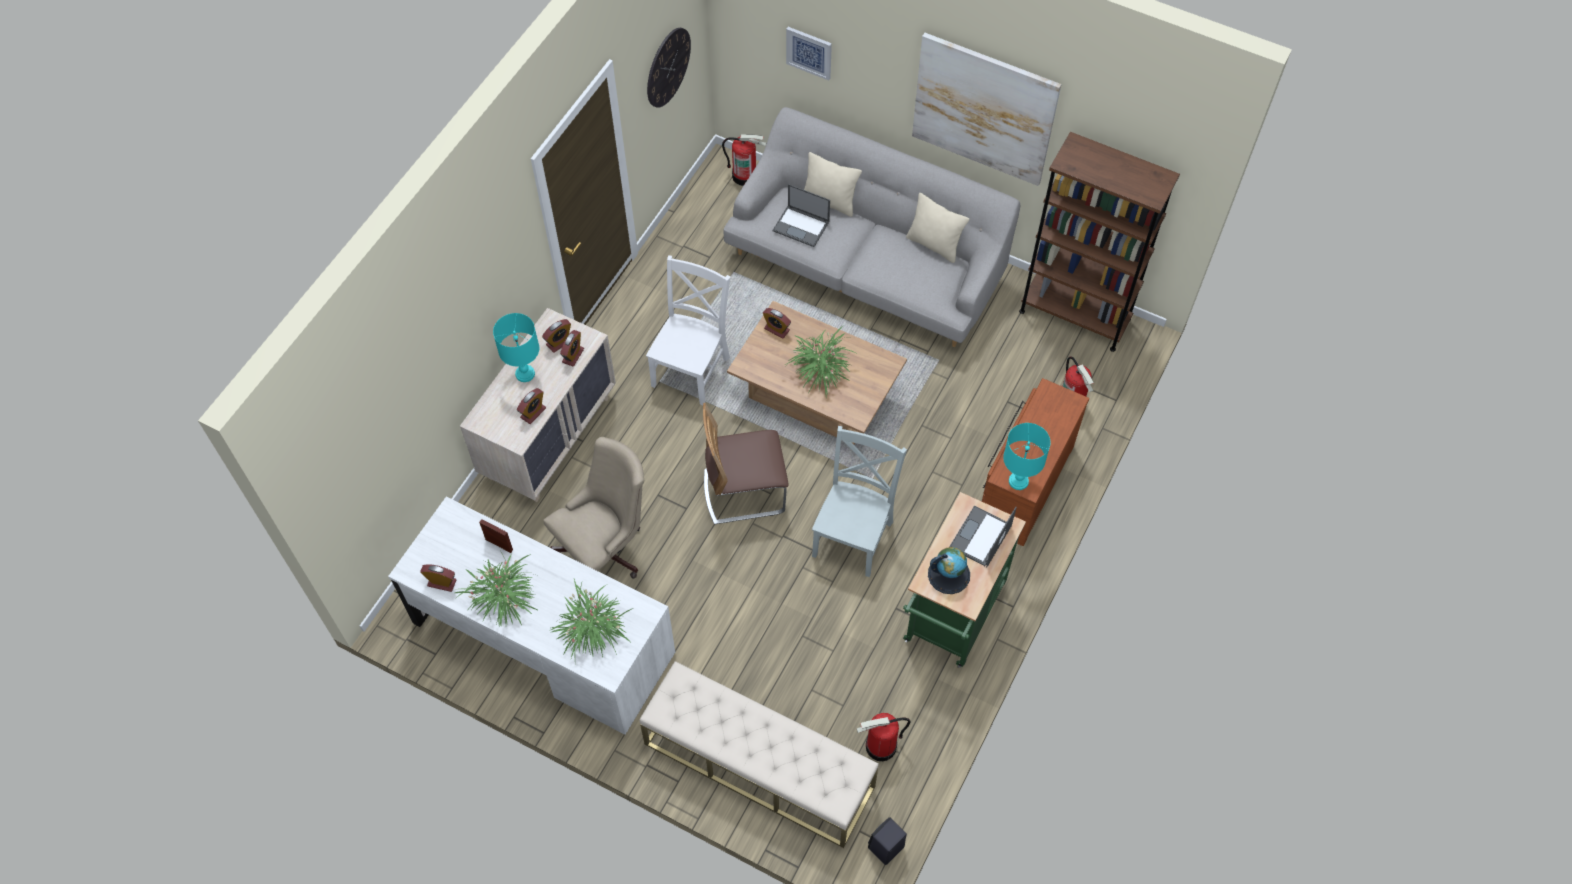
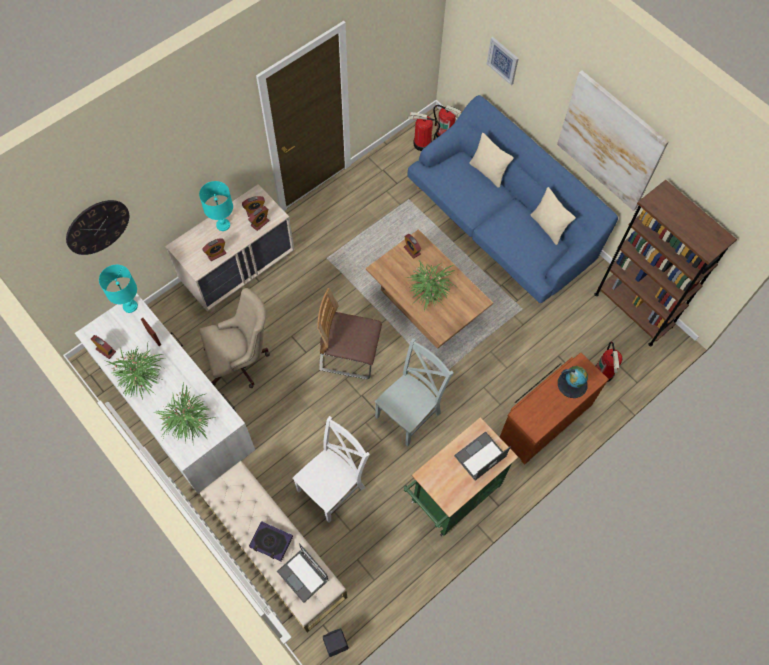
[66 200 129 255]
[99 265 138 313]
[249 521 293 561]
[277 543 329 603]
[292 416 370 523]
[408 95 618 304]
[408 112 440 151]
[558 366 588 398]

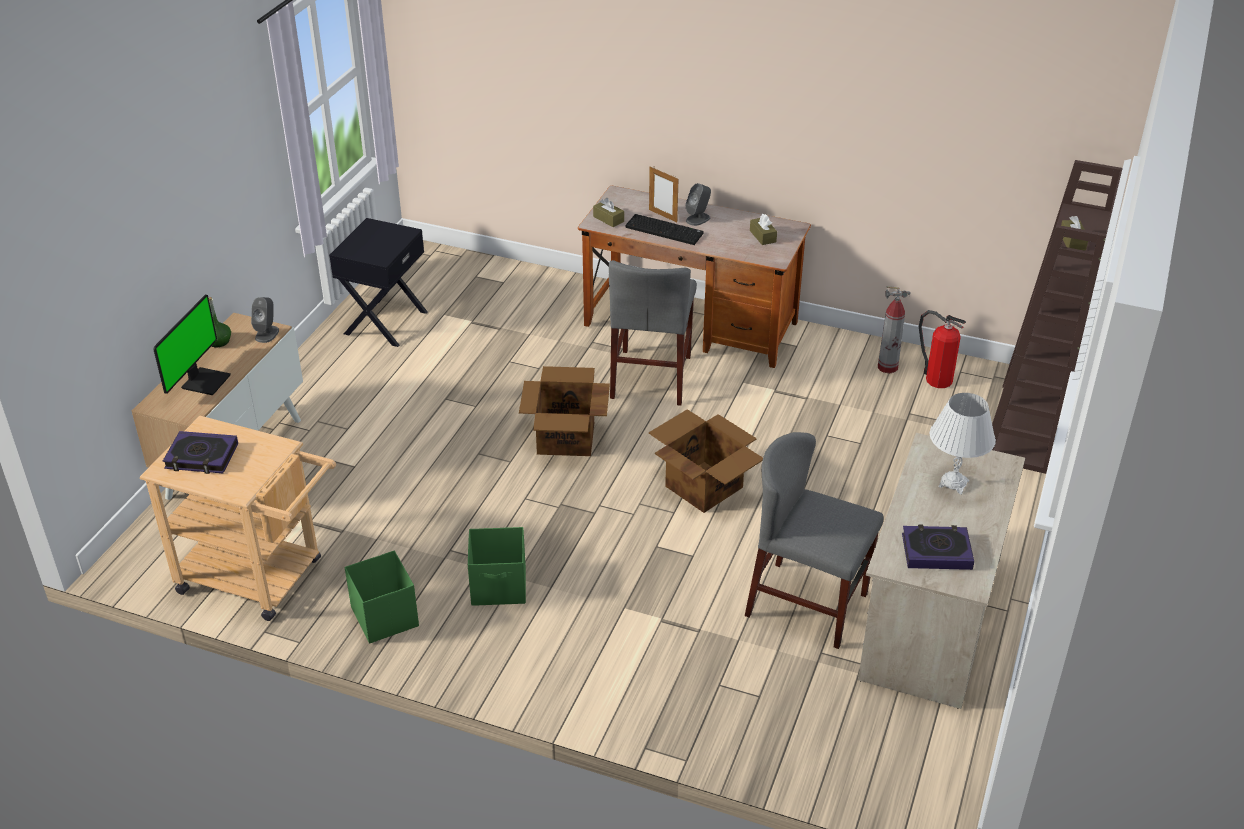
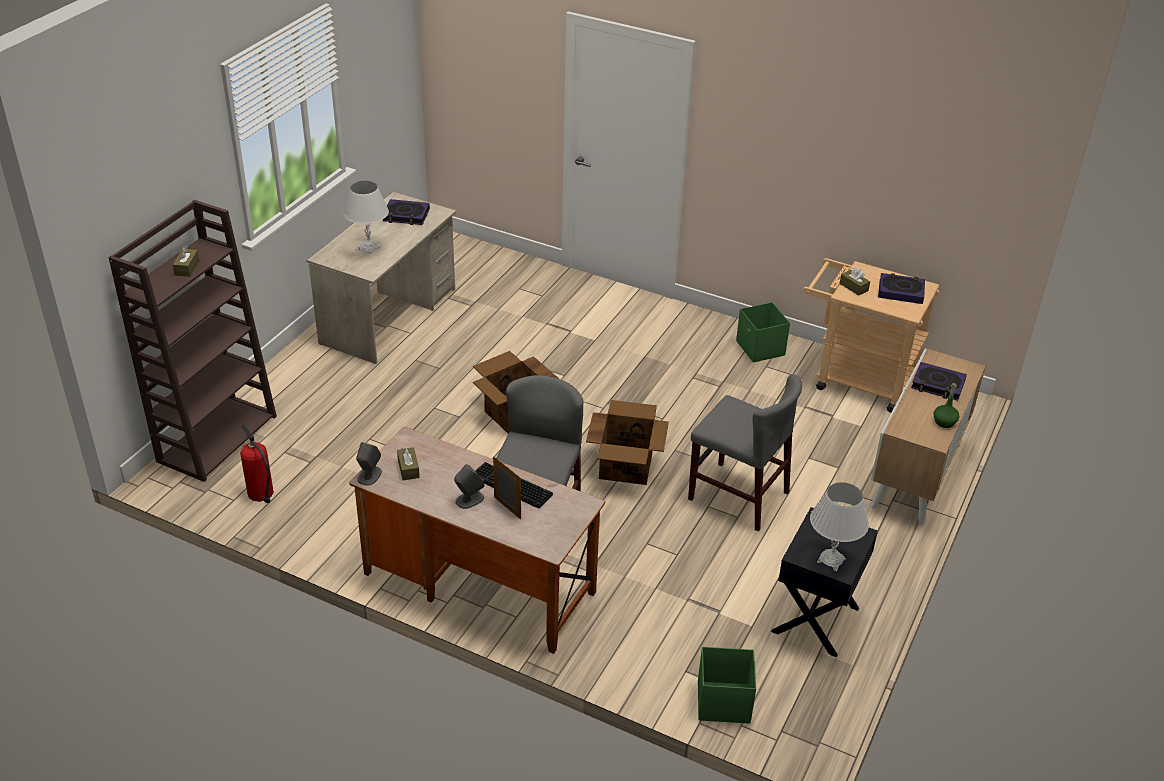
[356 442 382 485]
[688 374 802 531]
[698 647 756 723]
[810 482 869 571]
[840 267 870 295]
[911 362 967 401]
[878 286 911 373] (first image)

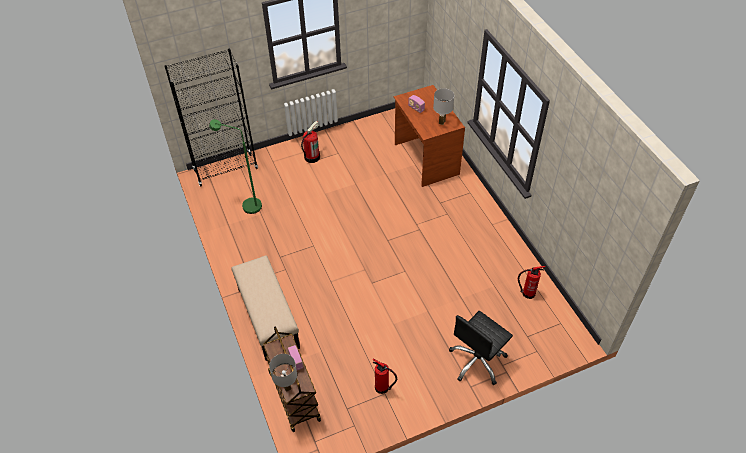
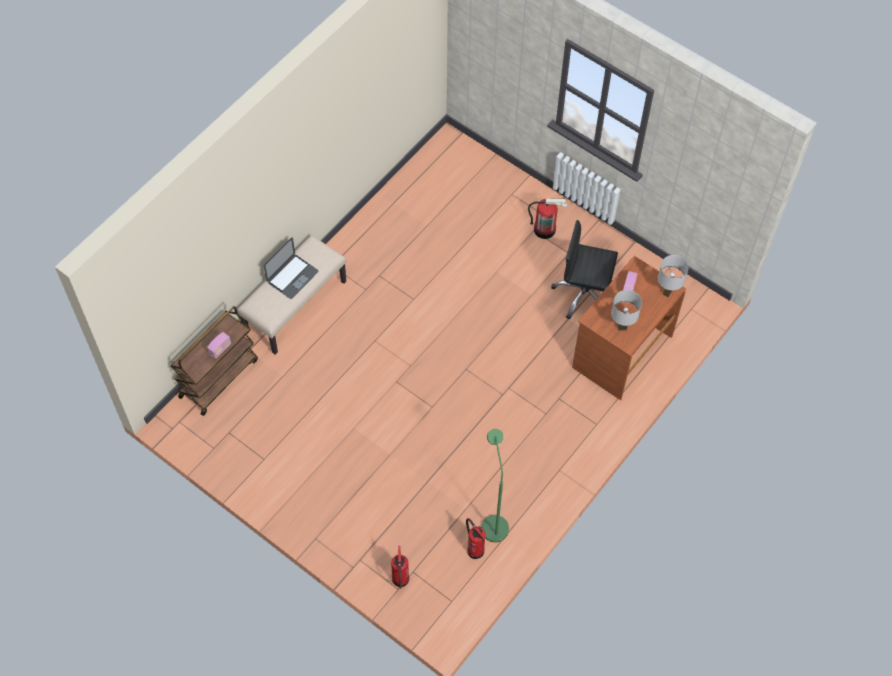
[264 237 319 299]
[391 546 409 589]
[481 429 509 542]
[551 220 618 320]
[658 255 689 297]
[164 49 258 186] (first image)

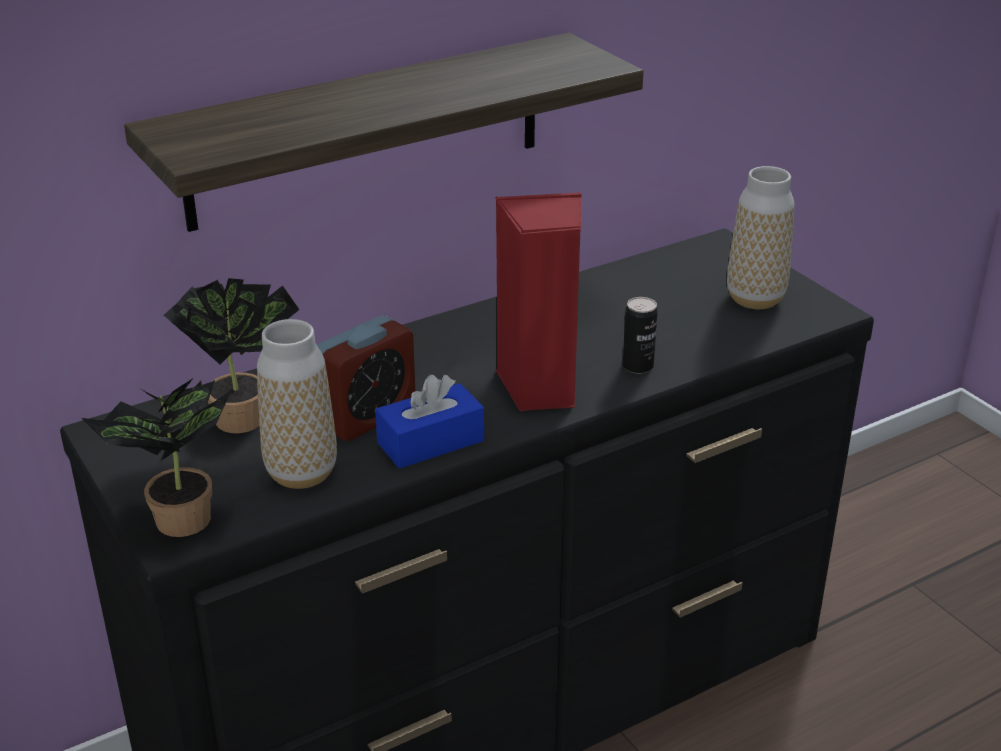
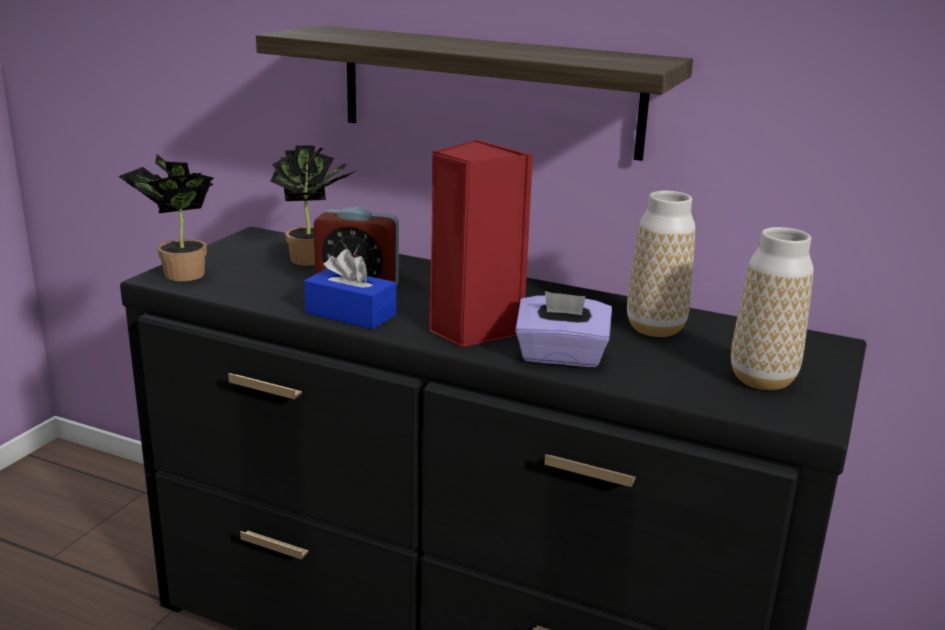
[515 291 612 367]
[627 191 695 337]

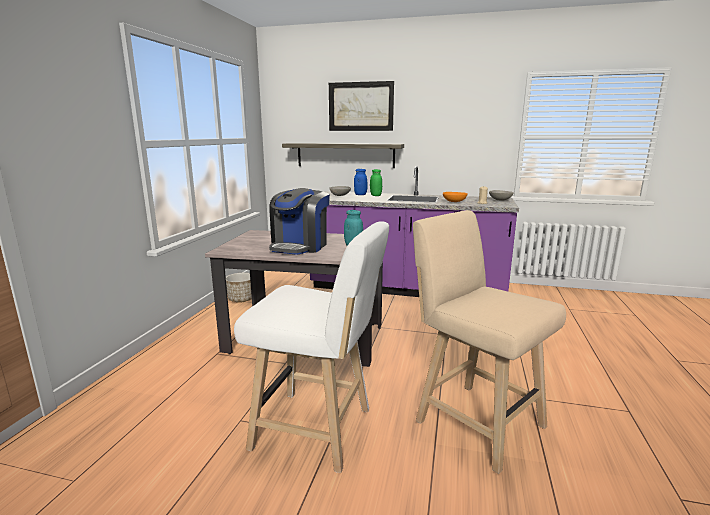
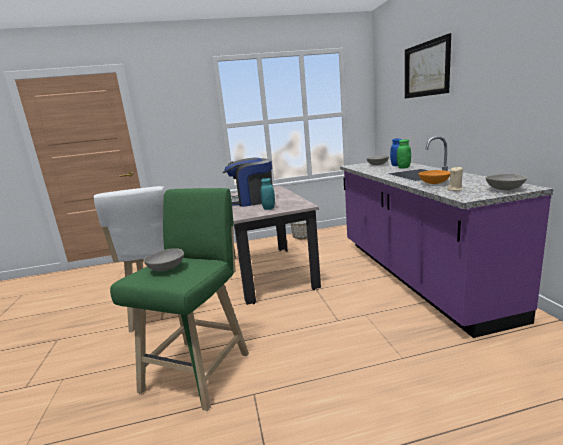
[110 188 249 411]
[143 248 184 271]
[282 143 404 168] (first image)

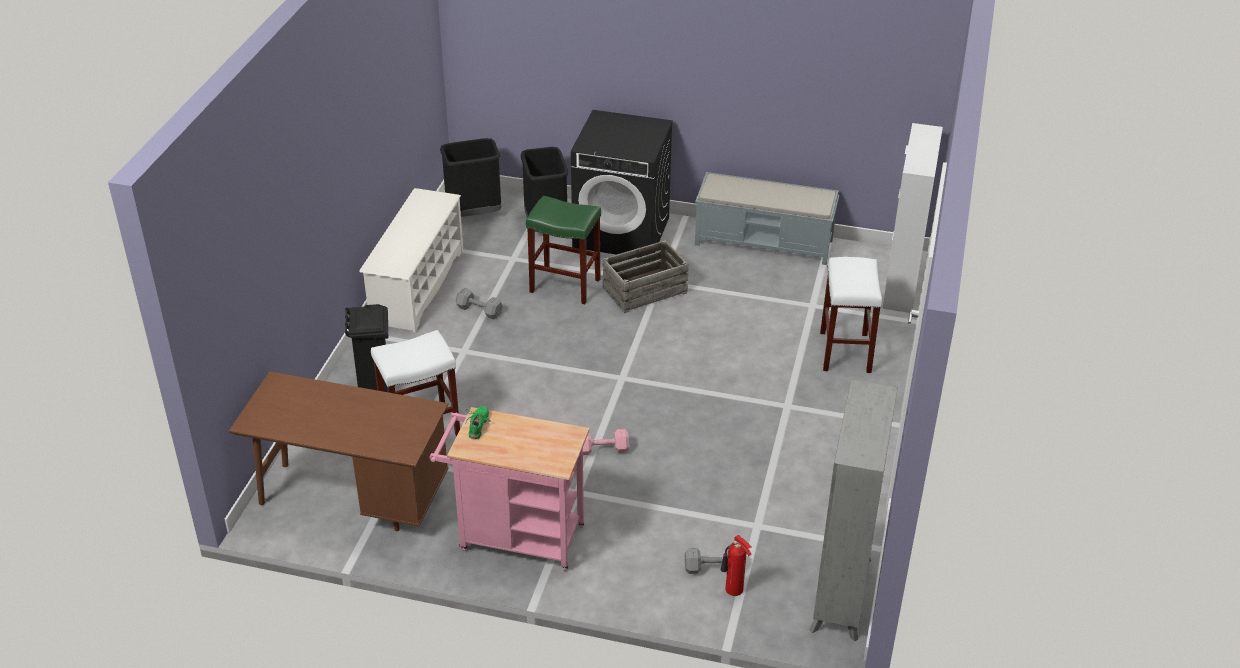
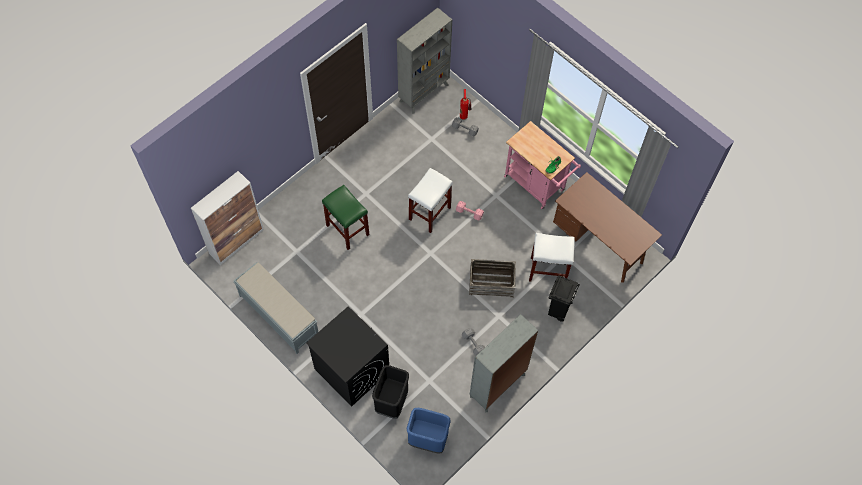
[322 185 369 250]
[407 408 451 454]
[408 168 453 233]
[469 259 516 298]
[470 314 538 412]

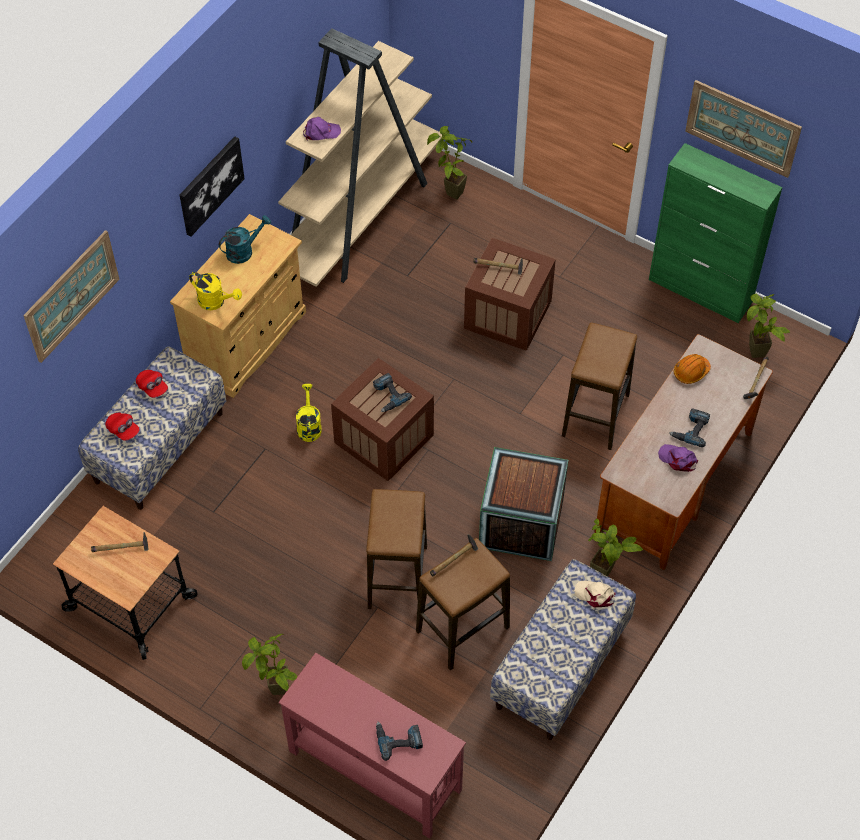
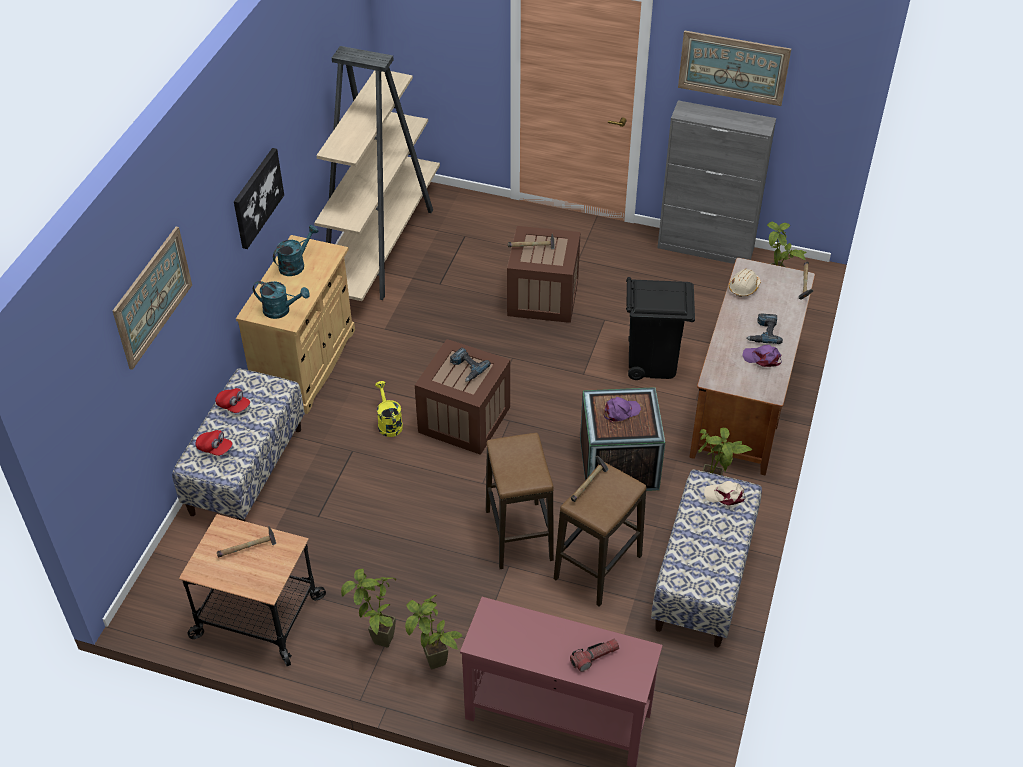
[253 281 310 319]
[341 569 396 648]
[570 639 619 672]
[604 397 641 423]
[626 277 695 380]
[657 100 776 264]
[729 269 761 297]

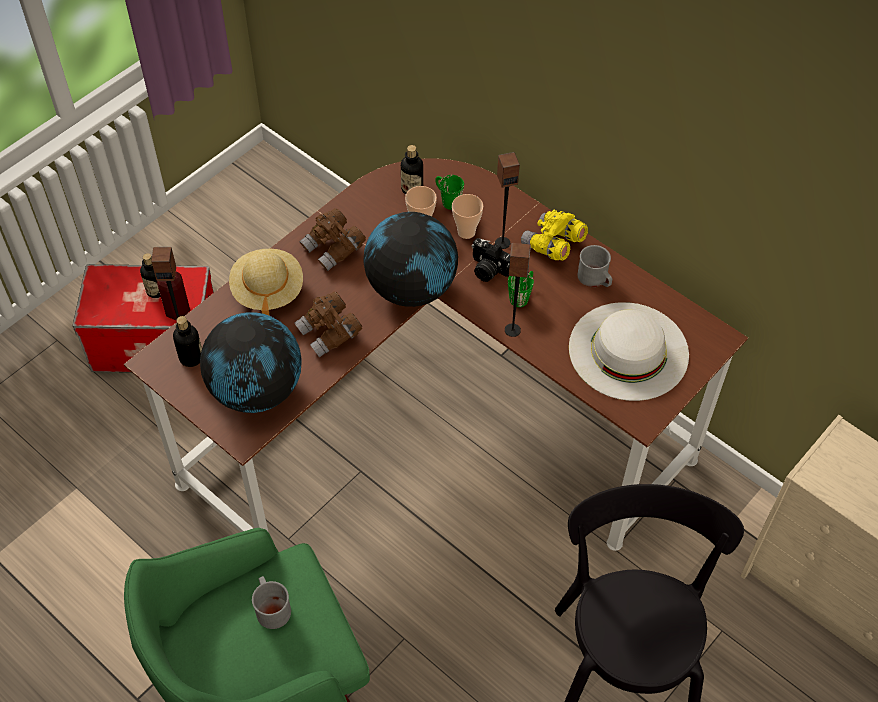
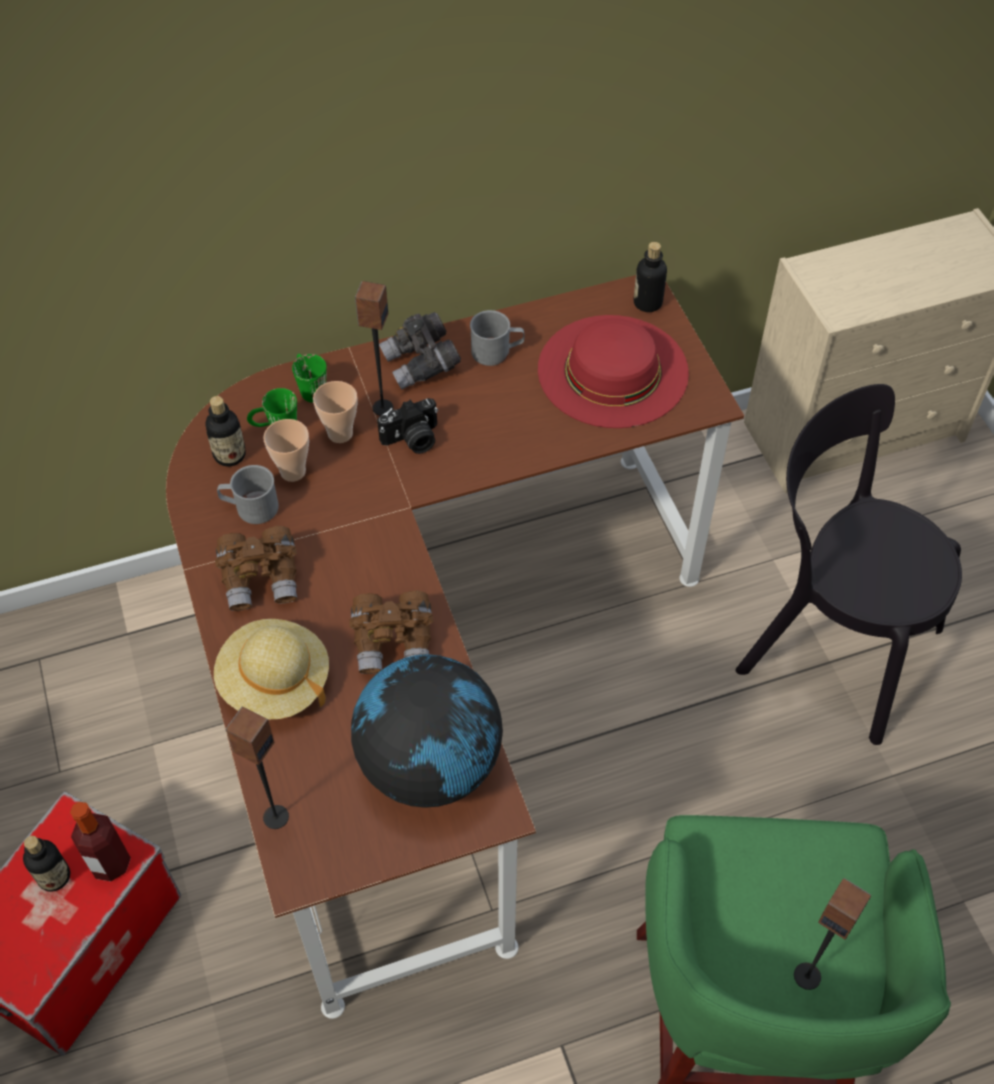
[217 465 279 524]
[292 354 327 403]
[379 312 461 390]
[538 315 689 428]
[634 242 667 312]
[794 878 871 990]
[363 212 458 307] (first image)

